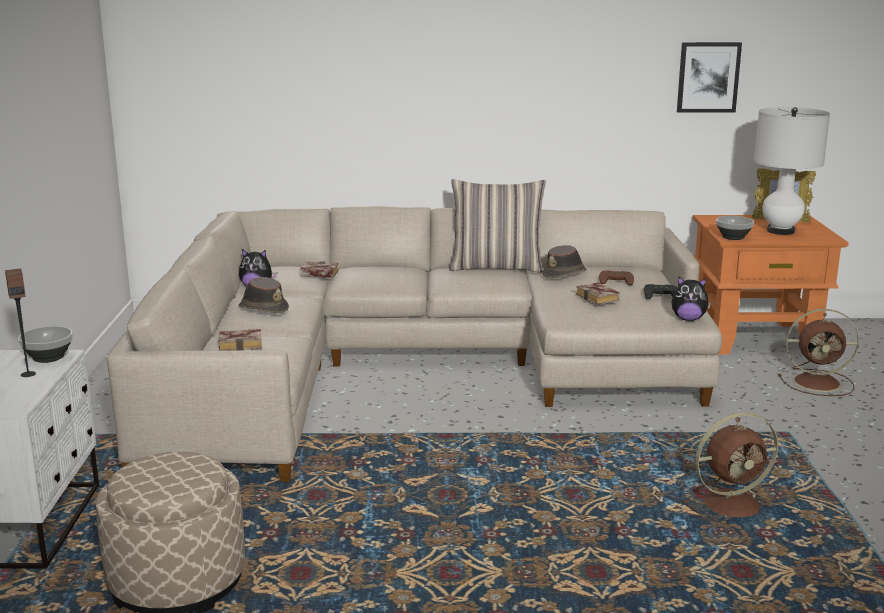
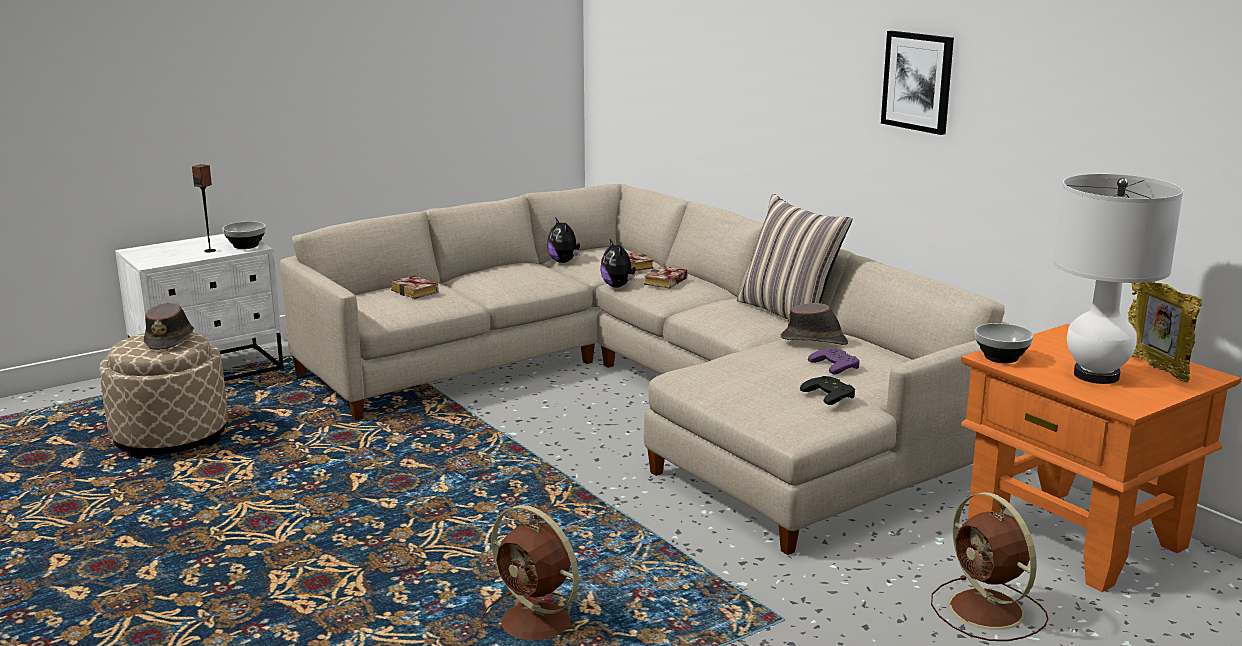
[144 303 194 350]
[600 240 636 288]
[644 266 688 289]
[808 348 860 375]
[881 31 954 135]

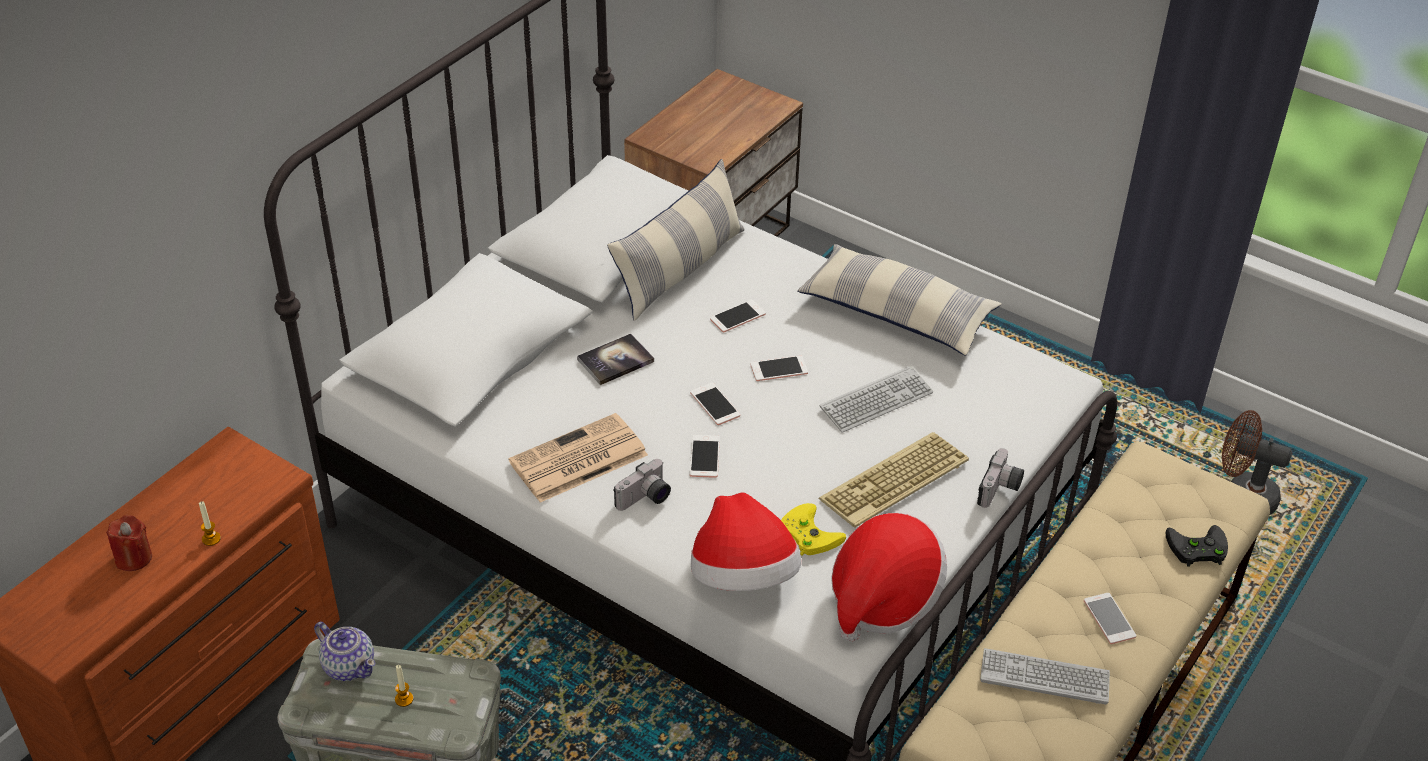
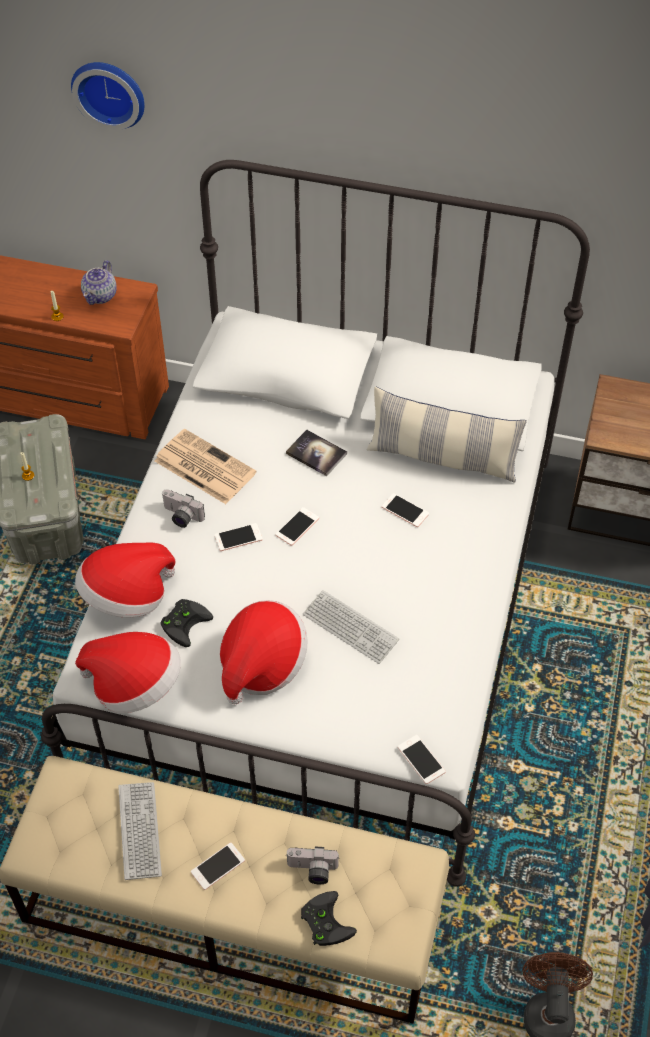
[71 62 145 130]
[81 260 116 305]
[161 599 213 647]
[220 600 308 704]
[286 846 339 884]
[398 735 446 784]
[106 515 152 571] (first image)
[797 244 1002 356] (first image)

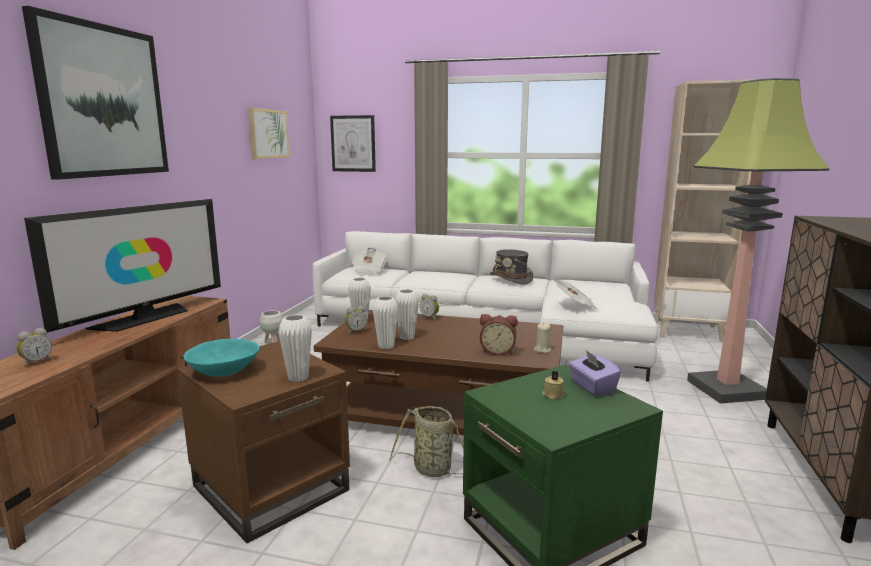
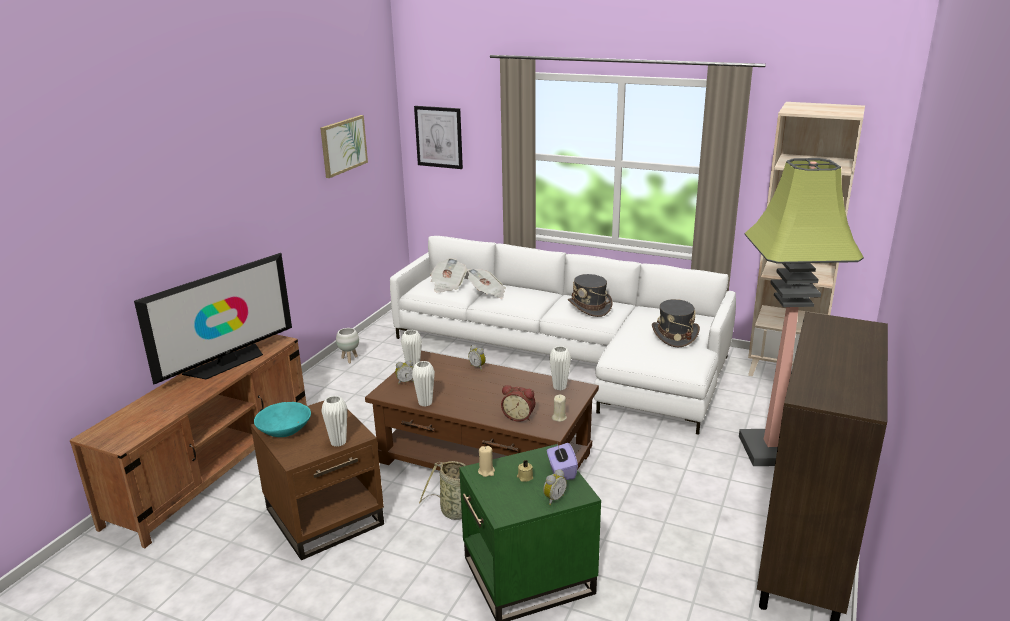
[468 269 506 298]
[478 446 495 477]
[543 469 567 505]
[549 346 571 390]
[652 299 700 347]
[22 6 169 180] (first image)

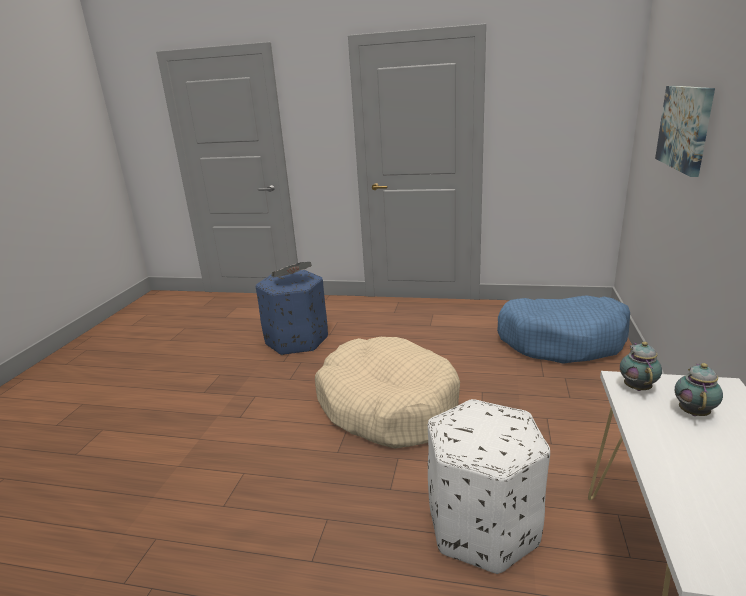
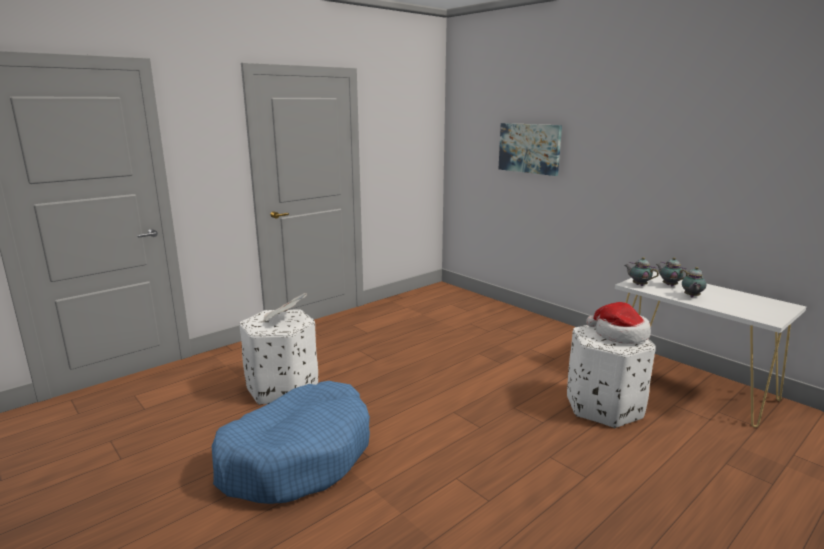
[212 381 370 504]
[239 309 318 405]
[586 302 651 344]
[682 267 707 297]
[315 337 460 449] (first image)

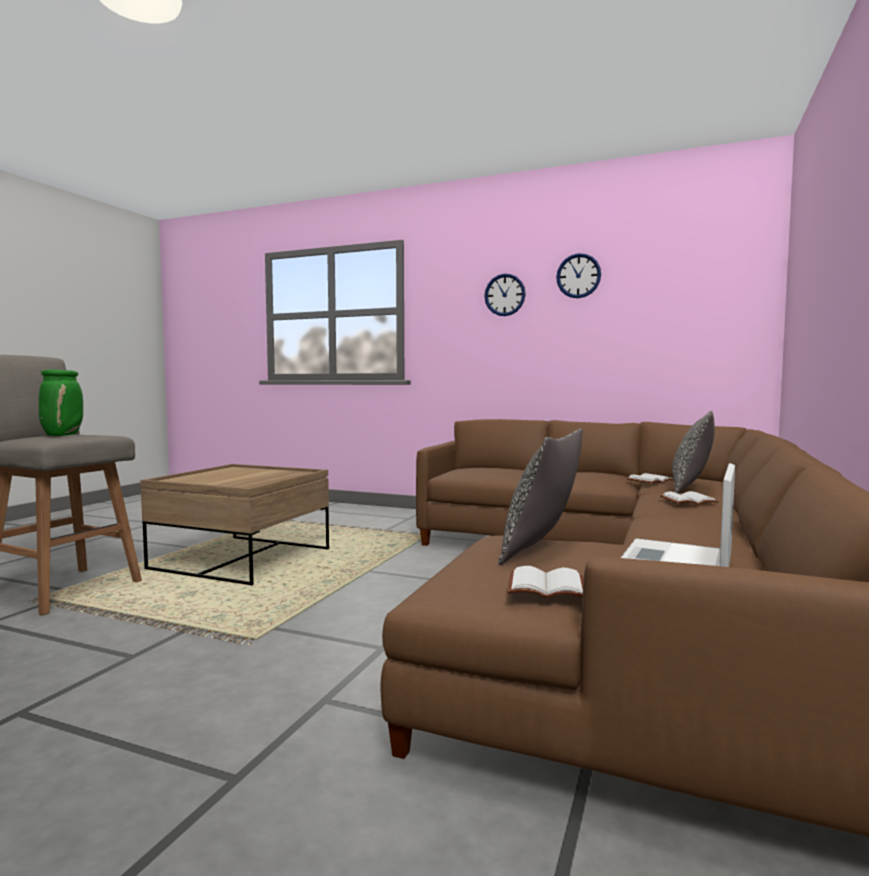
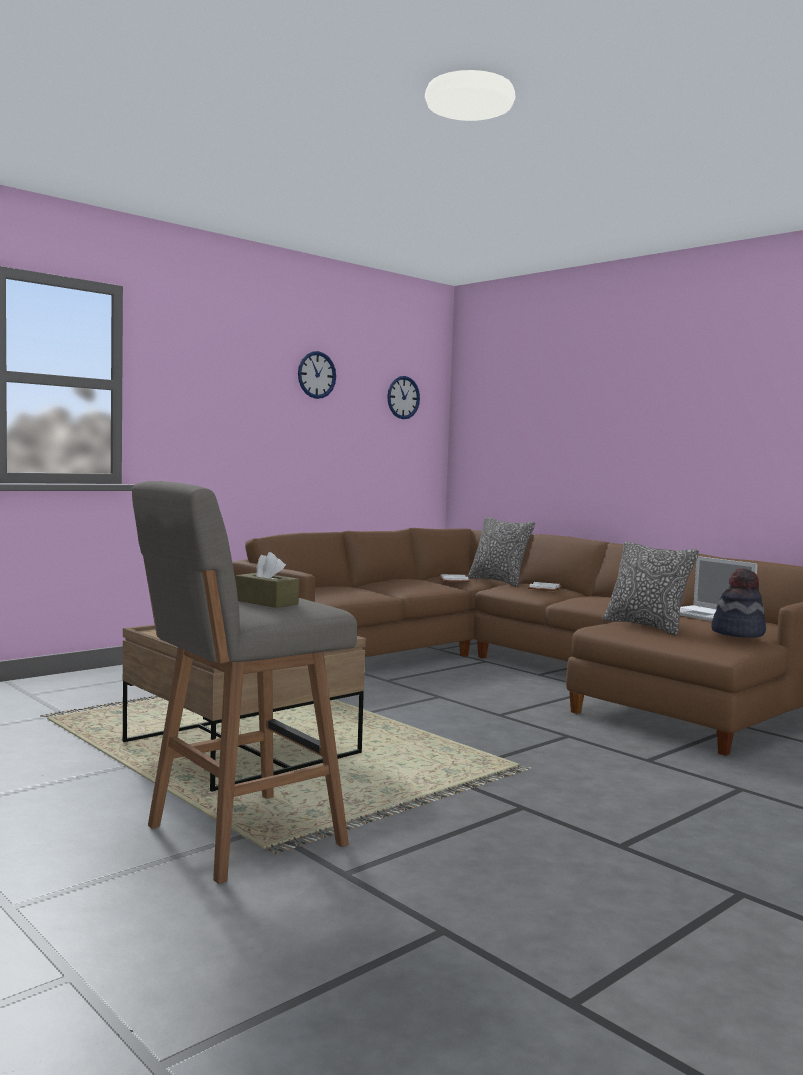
[236 552 299 608]
[387 376 420 419]
[711 568 766 638]

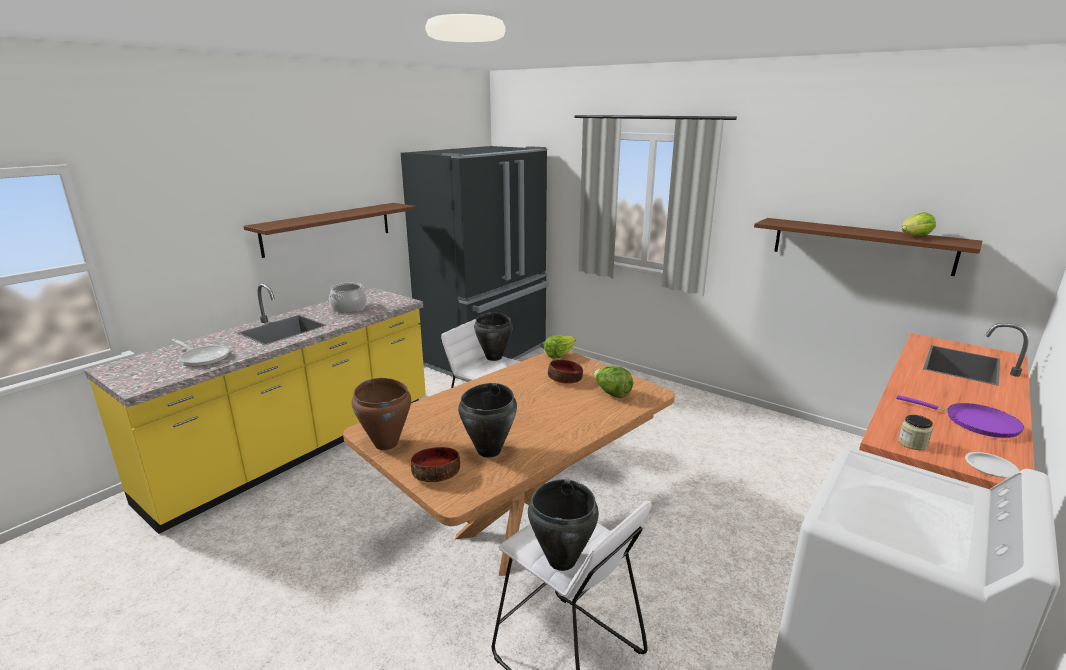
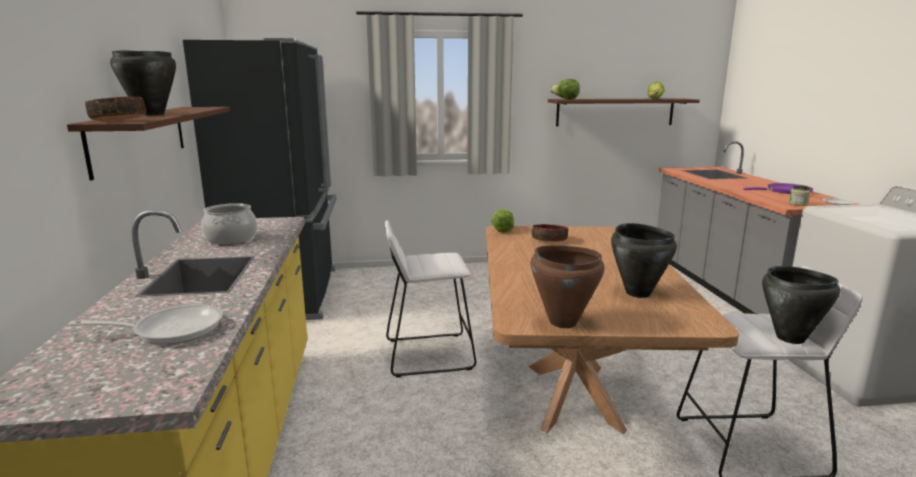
[85 97 146 121]
[110 50 176 116]
[550 79 580 100]

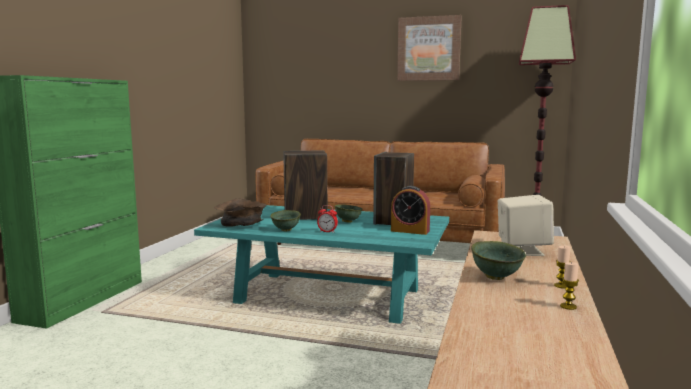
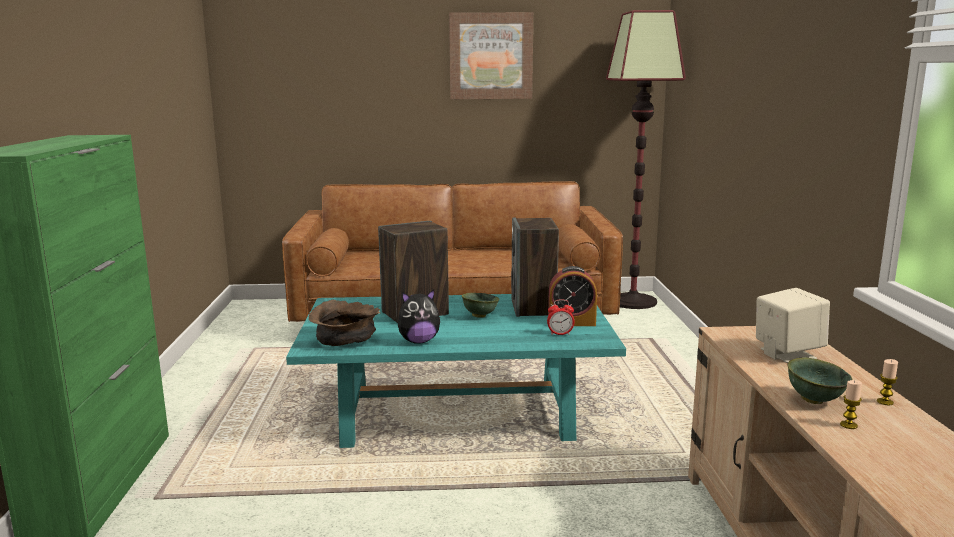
[398 290 440 344]
[547 299 575 335]
[840 380 862 429]

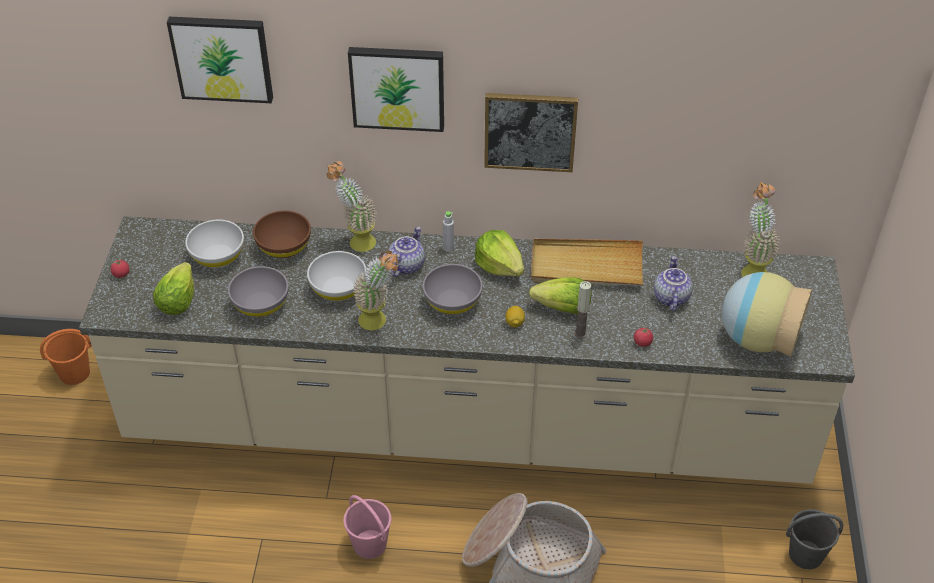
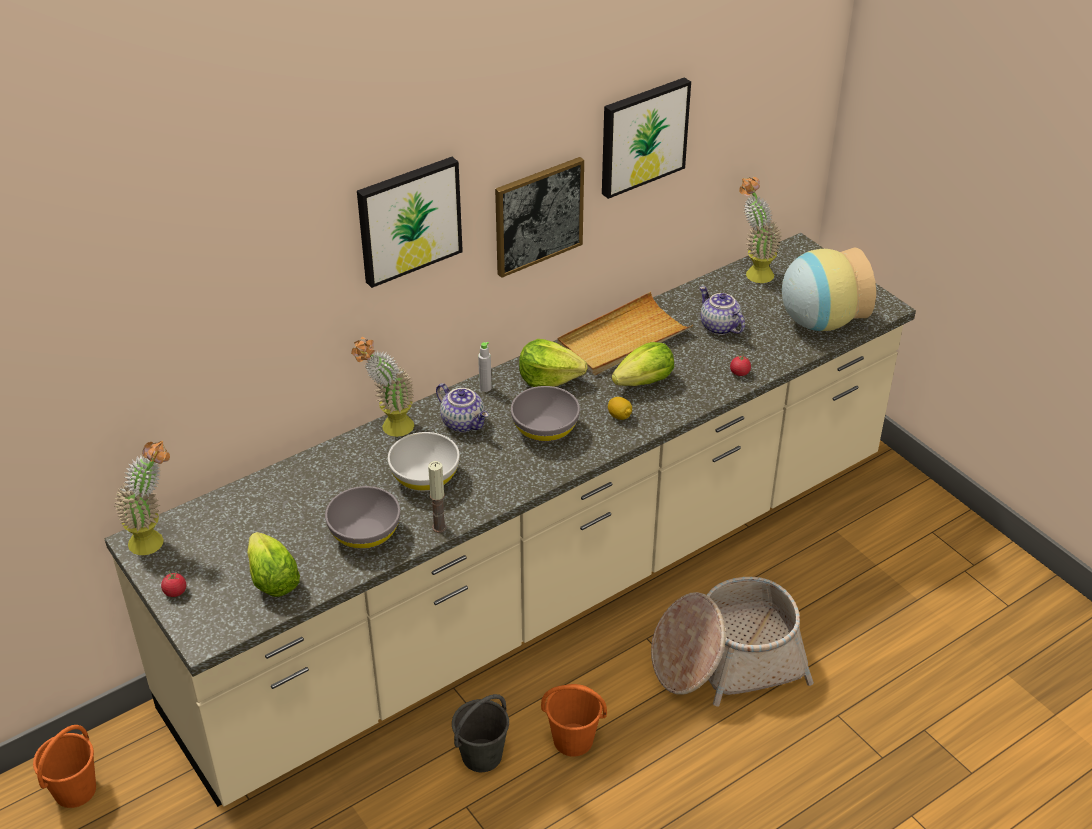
[114 441 170 555]
[428 461 447 533]
[436 383 488 432]
[452 694 509 772]
[541 684 607 757]
[602 77 691 199]
[185 220 244 268] (first image)
[253 210 311 258] (first image)

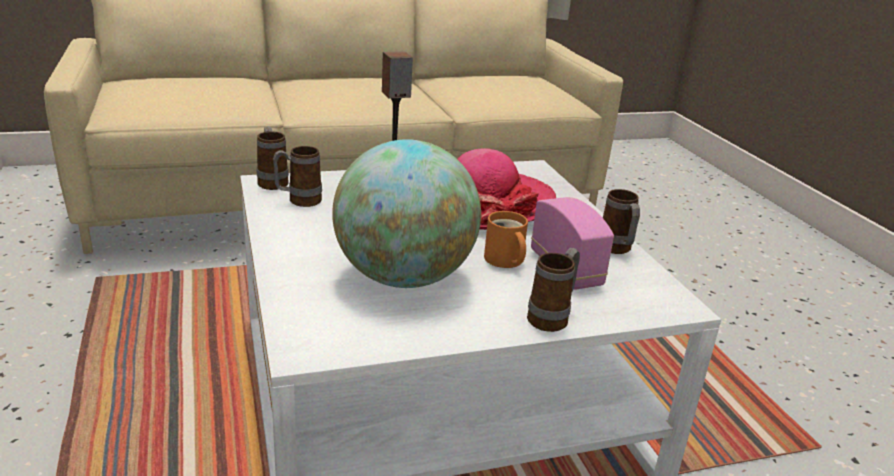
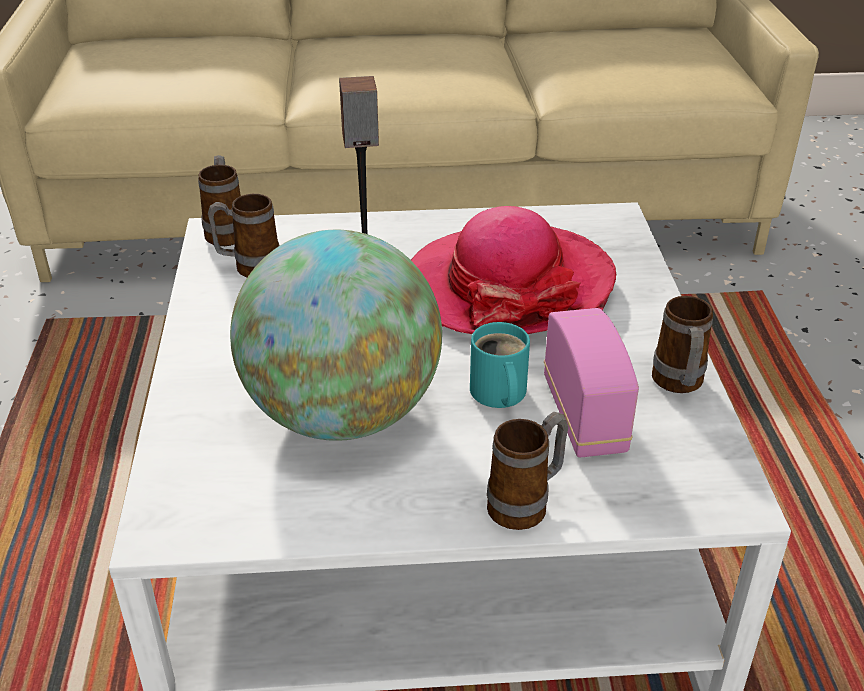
[470 322 530 408]

